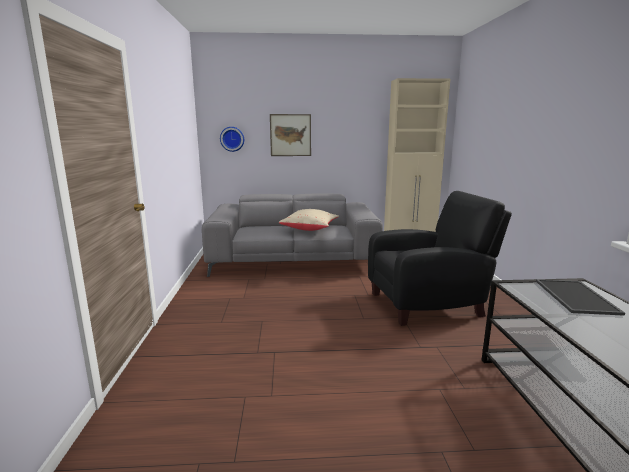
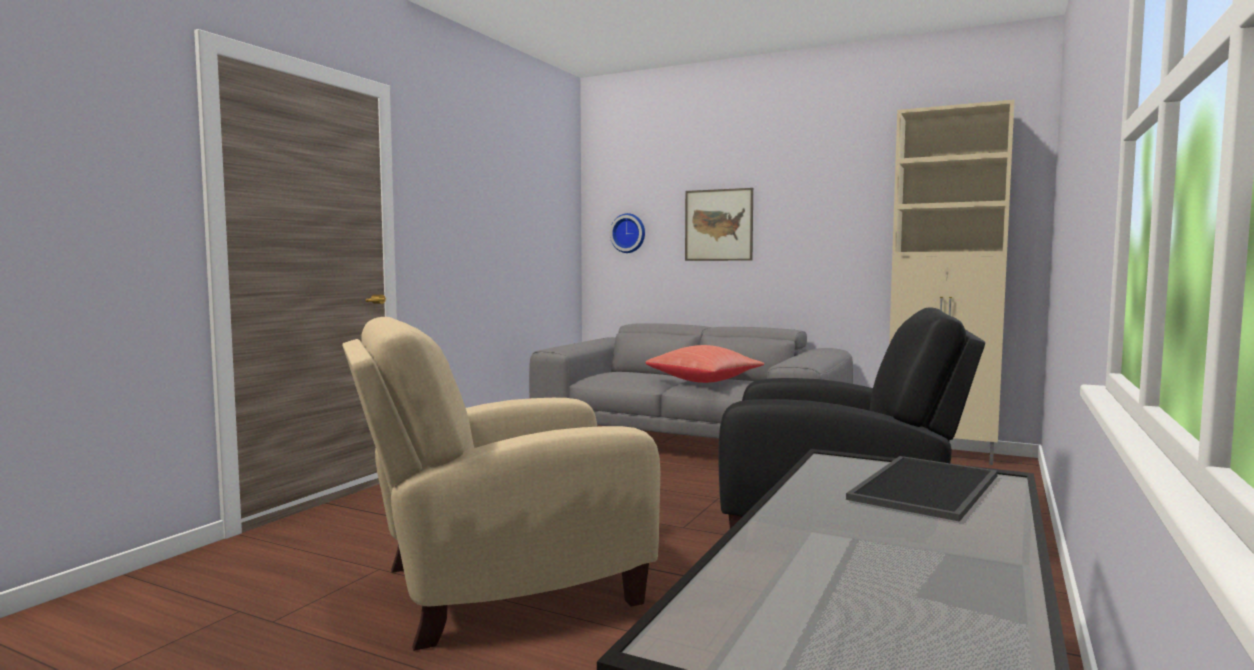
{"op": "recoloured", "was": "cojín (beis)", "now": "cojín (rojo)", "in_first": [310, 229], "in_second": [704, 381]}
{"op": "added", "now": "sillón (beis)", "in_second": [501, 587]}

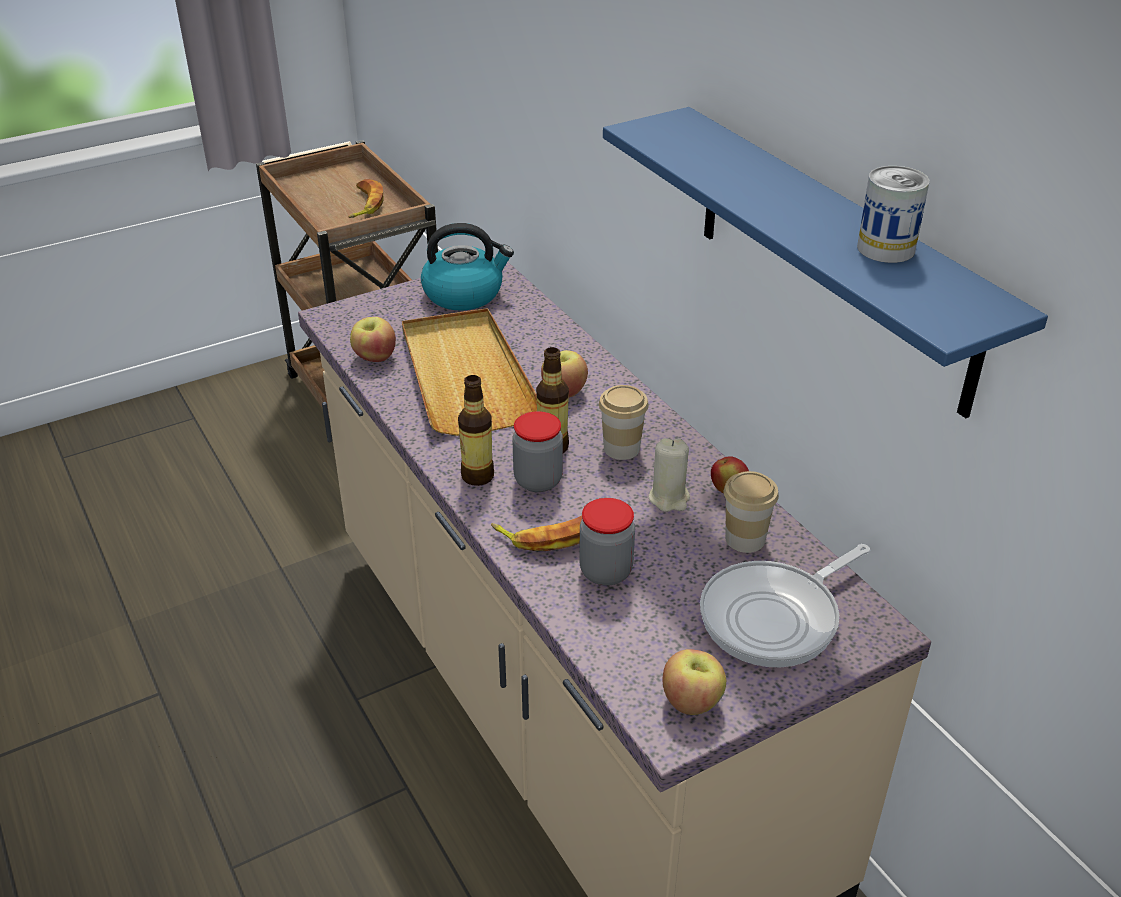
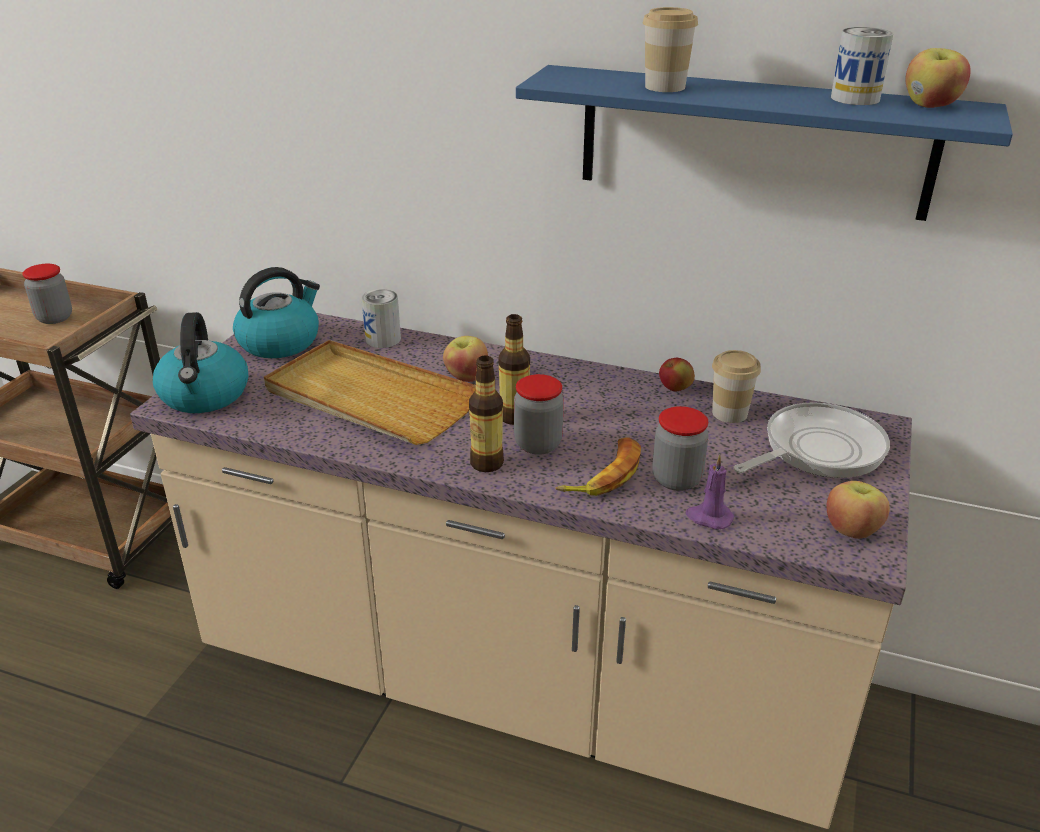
{"op": "replaced", "was": "plátano", "now": "tarro", "in_first": [364, 204], "in_second": [54, 318]}
{"op": "moved", "was": "manzana", "in_first": [374, 357], "in_second": [930, 105]}
{"op": "moved", "was": "taza", "in_first": [621, 448], "in_second": [665, 87]}
{"op": "removed", "was": "vela (beis)", "in_first": [669, 498]}
{"op": "turned", "was": "sartén", "in_first": [775, 617], "in_second": [817, 450], "clockwise": -135}
{"op": "added", "now": "hervidor", "in_second": [205, 395]}
{"op": "added", "now": "lata", "in_second": [383, 339]}
{"op": "added", "now": "vela (morado)", "in_second": [708, 517]}

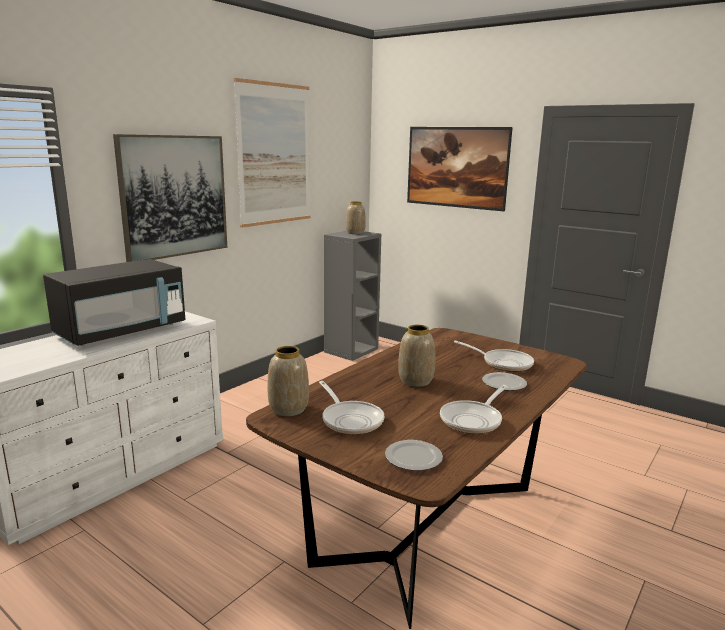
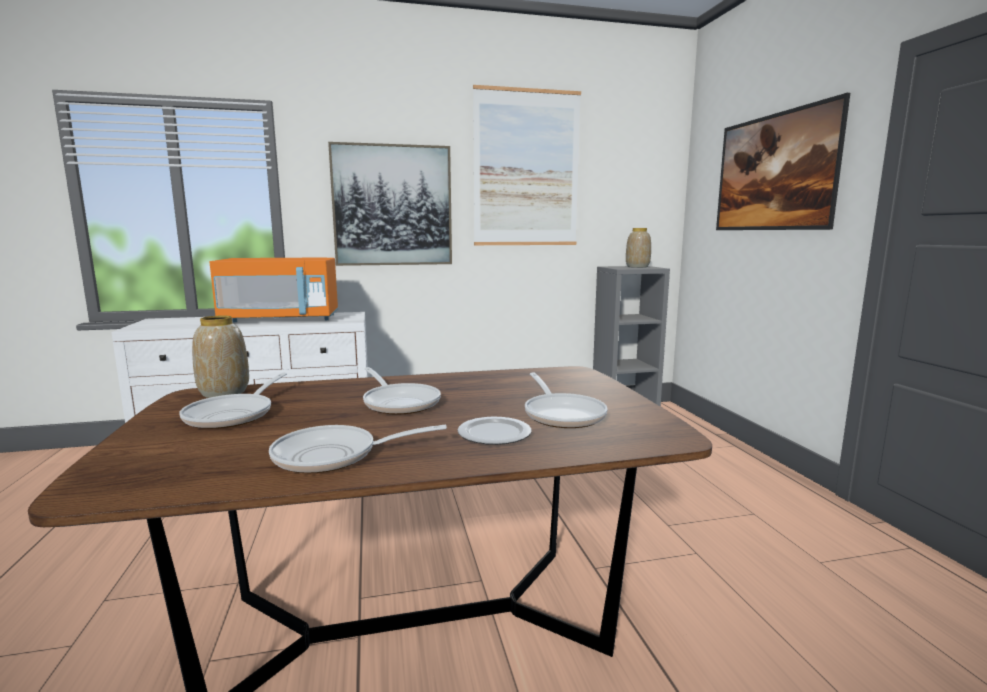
{"op": "recoloured", "was": "microondas (negro)", "now": "microondas (naranja)", "in_first": [122, 332], "in_second": [281, 319]}
{"op": "removed", "was": "plato", "in_first": [412, 457]}
{"op": "replaced", "was": "florero", "now": "sartén", "in_first": [415, 381], "in_second": [399, 403]}

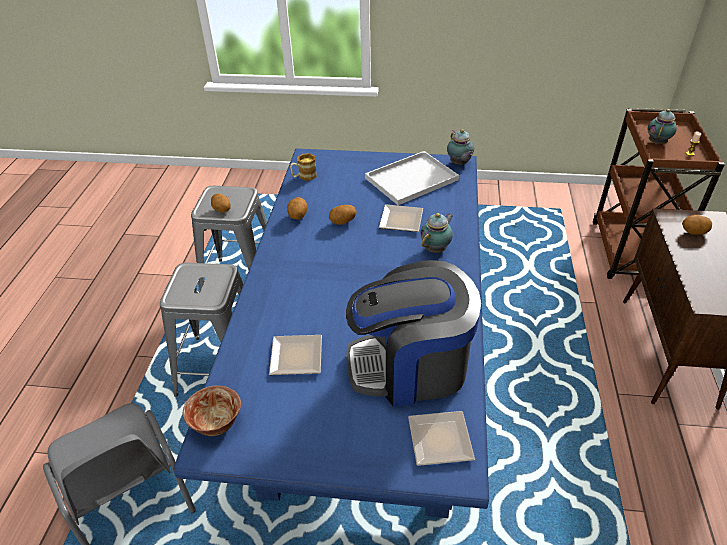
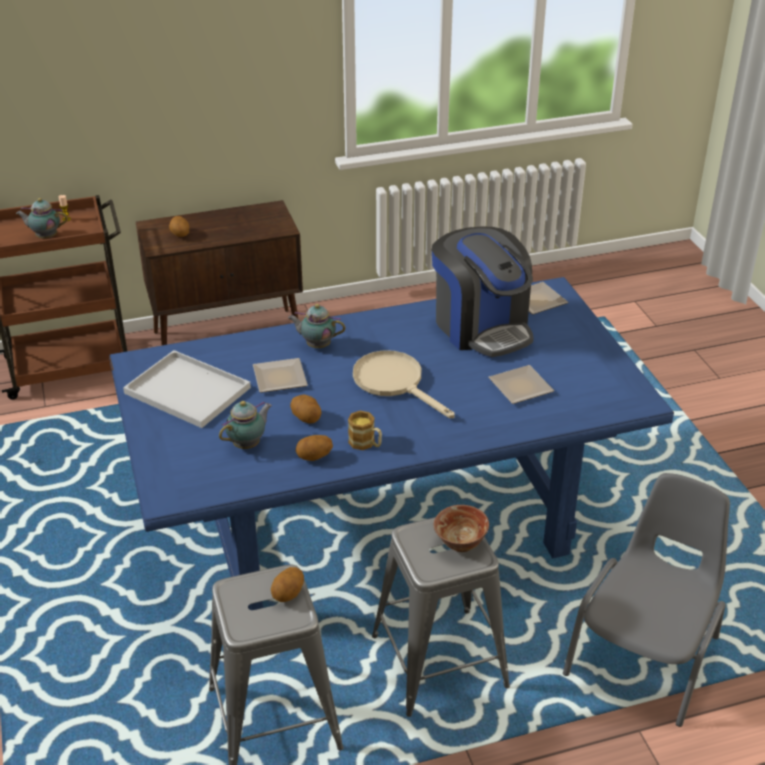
{"op": "moved", "was": "cuenco", "in_first": [216, 424], "in_second": [460, 543]}
{"op": "moved", "was": "taza grande", "in_first": [304, 176], "in_second": [366, 444]}
{"op": "moved", "was": "tetera", "in_first": [459, 164], "in_second": [248, 444]}
{"op": "added", "now": "sartén (beis)", "in_second": [395, 382]}

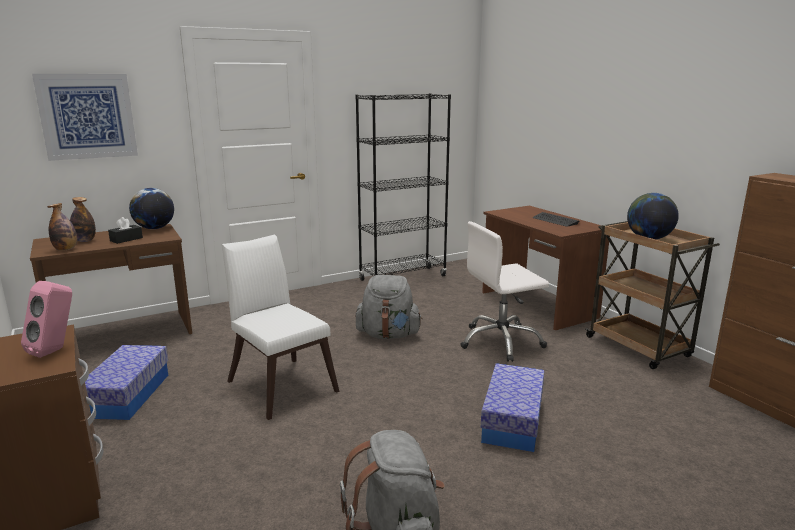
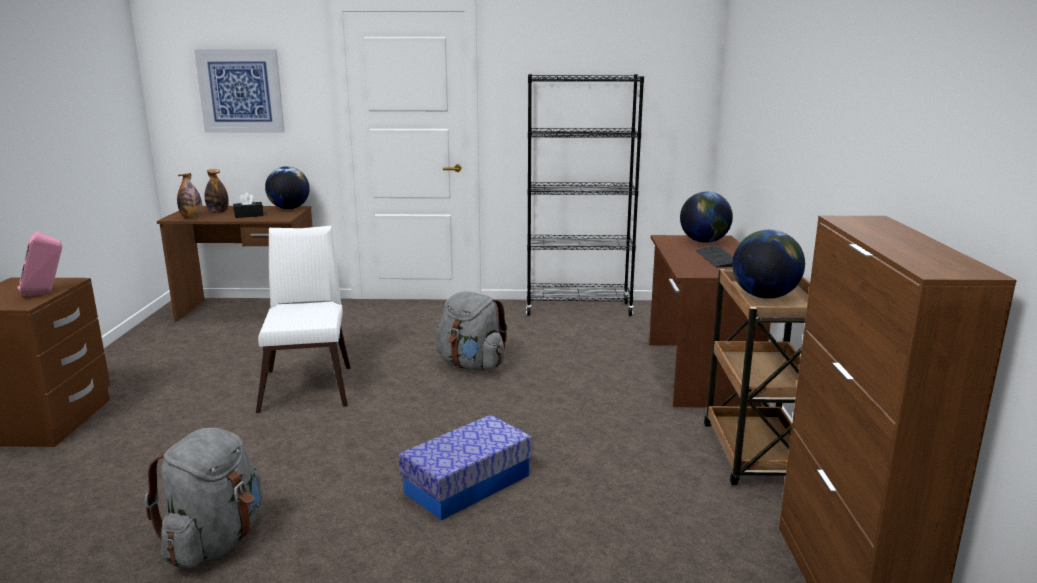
{"op": "removed", "was": "caja de almacenaje", "in_first": [128, 395]}
{"op": "removed", "was": "silla de oficina (blanco)", "in_first": [501, 342]}
{"op": "added", "now": "globo terráqueo", "in_second": [704, 241]}

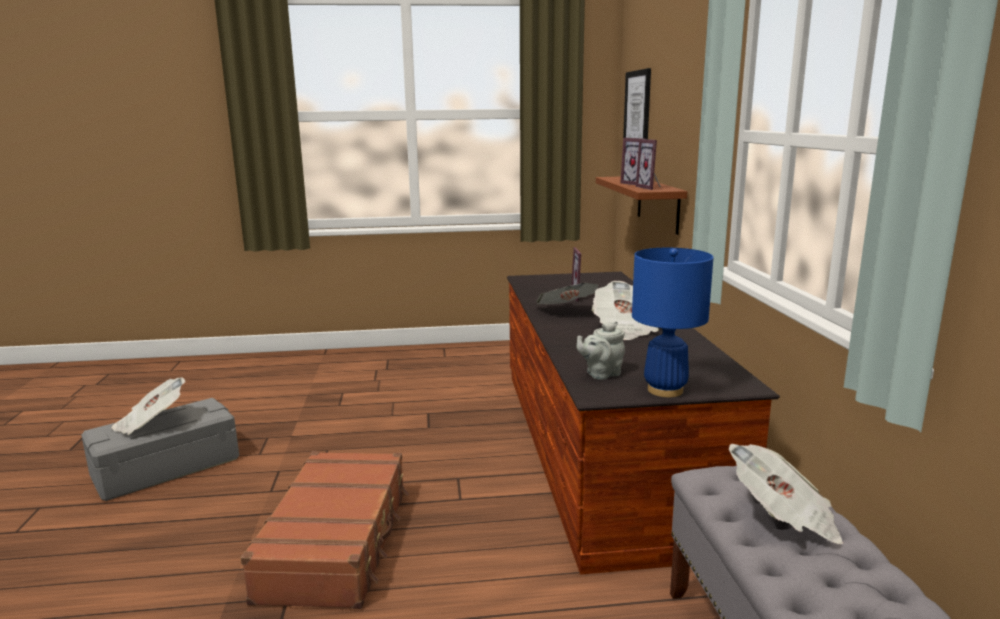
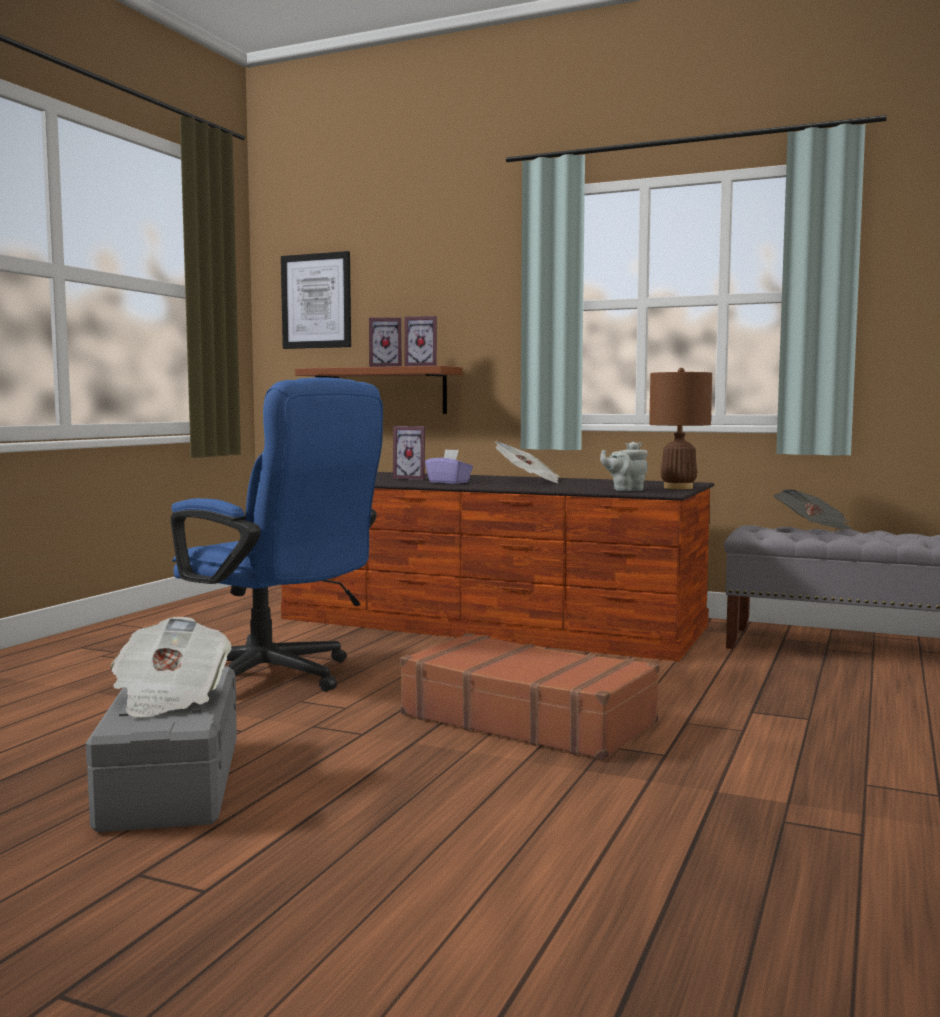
{"op": "replaced", "was": "periódico", "now": "caja de pañuelos (morado)", "in_first": [566, 311], "in_second": [449, 482]}
{"op": "turned", "was": "tetera (gris)", "in_first": [601, 374], "in_second": [625, 490], "clockwise": 75}
{"op": "recoloured", "was": "lámpara de mesa (azul)", "now": "lámpara de mesa (marrón)", "in_first": [665, 390], "in_second": [678, 488]}
{"op": "added", "now": "silla de oficina (azul)", "in_second": [276, 678]}

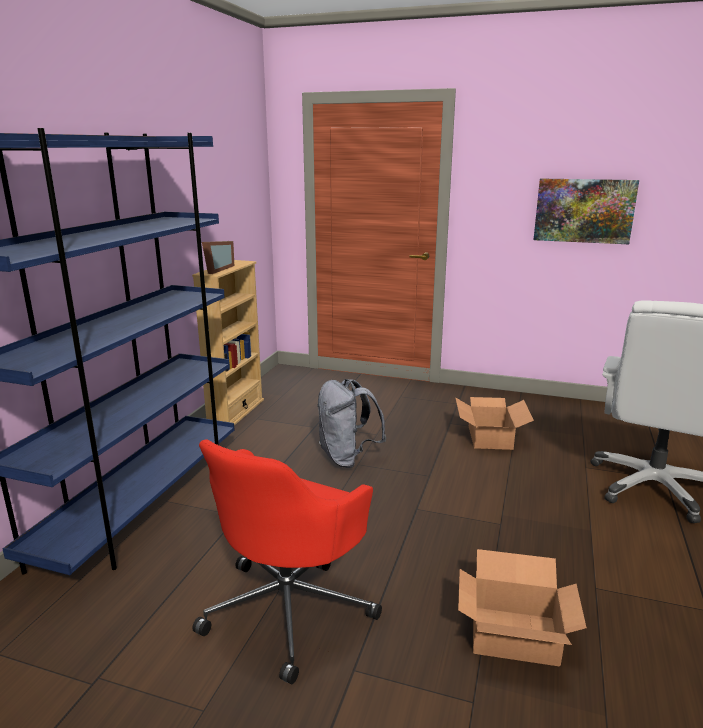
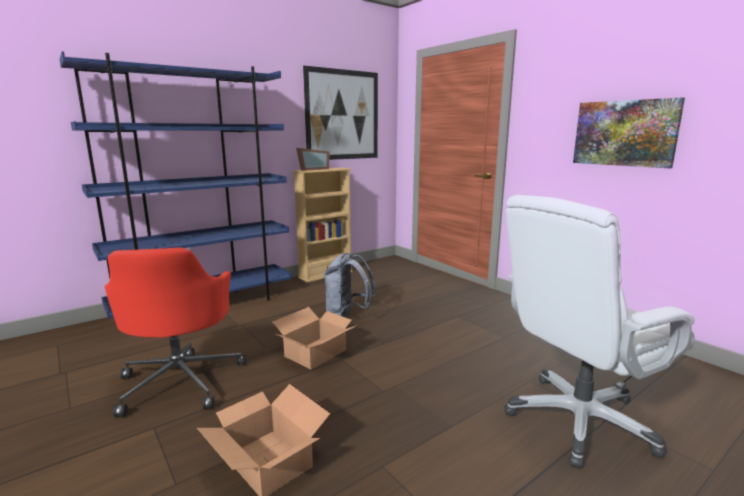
{"op": "turned", "was": "silla de oficina (rojo)", "in_first": [290, 608], "in_second": [181, 381], "clockwise": -75}
{"op": "moved", "was": "caja de cartón", "in_first": [489, 438], "in_second": [314, 353]}
{"op": "added", "now": "cuadro", "in_second": [343, 115]}

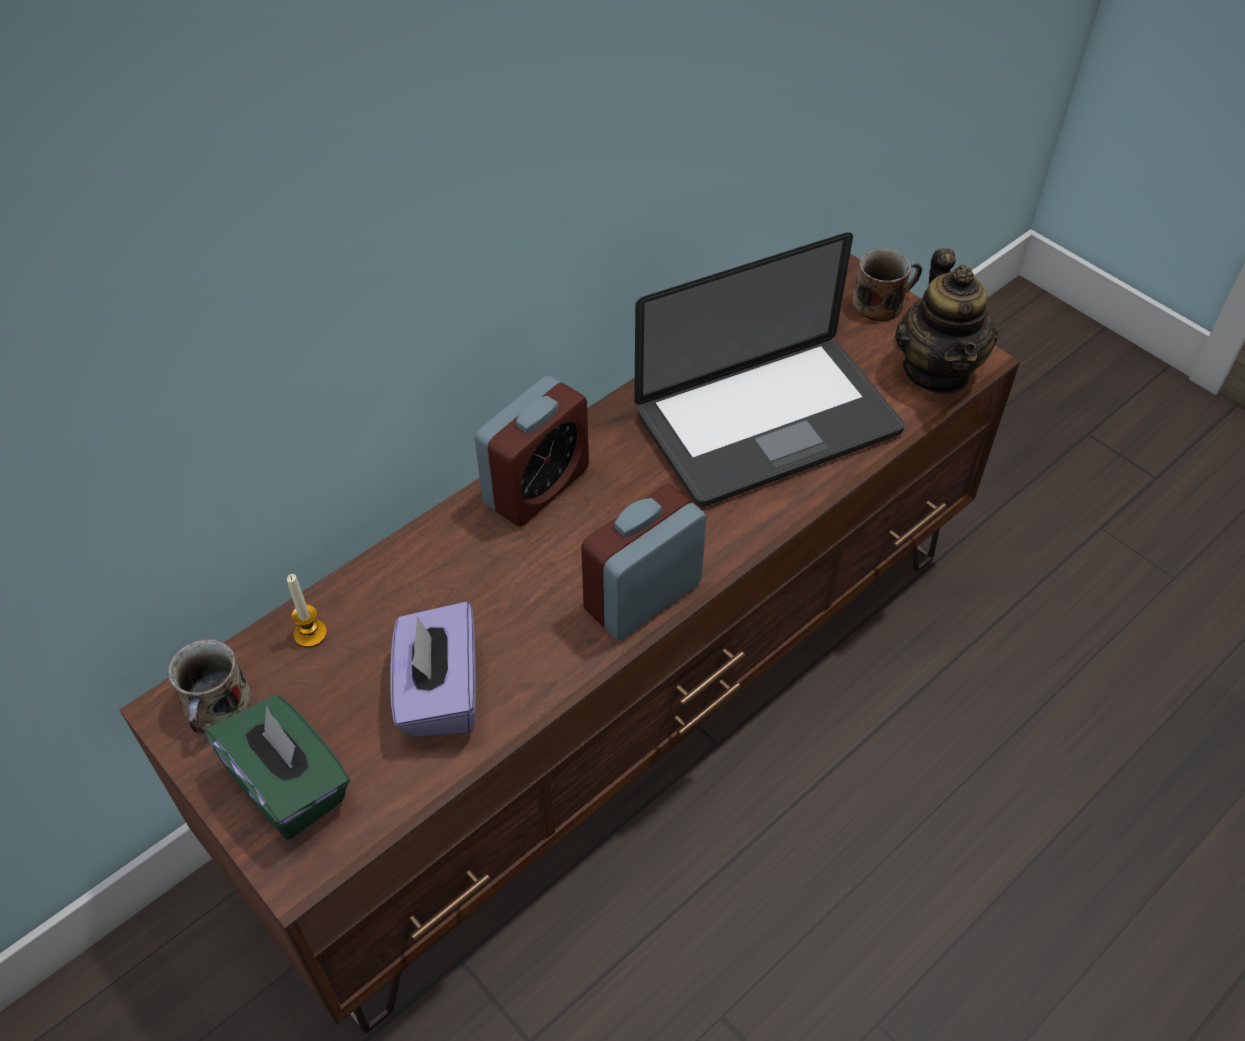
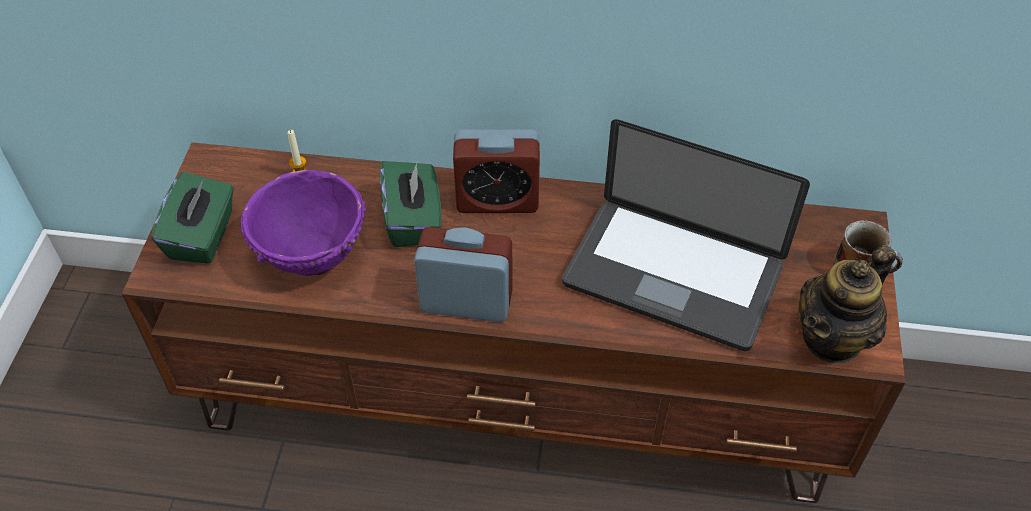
{"op": "removed", "was": "taza grande", "in_first": [217, 706]}
{"op": "replaced", "was": "caja de pañuelos (morado)", "now": "cuenco (morado)", "in_first": [439, 693], "in_second": [312, 256]}
{"op": "added", "now": "caja de pañuelos (verde)", "in_second": [413, 220]}

